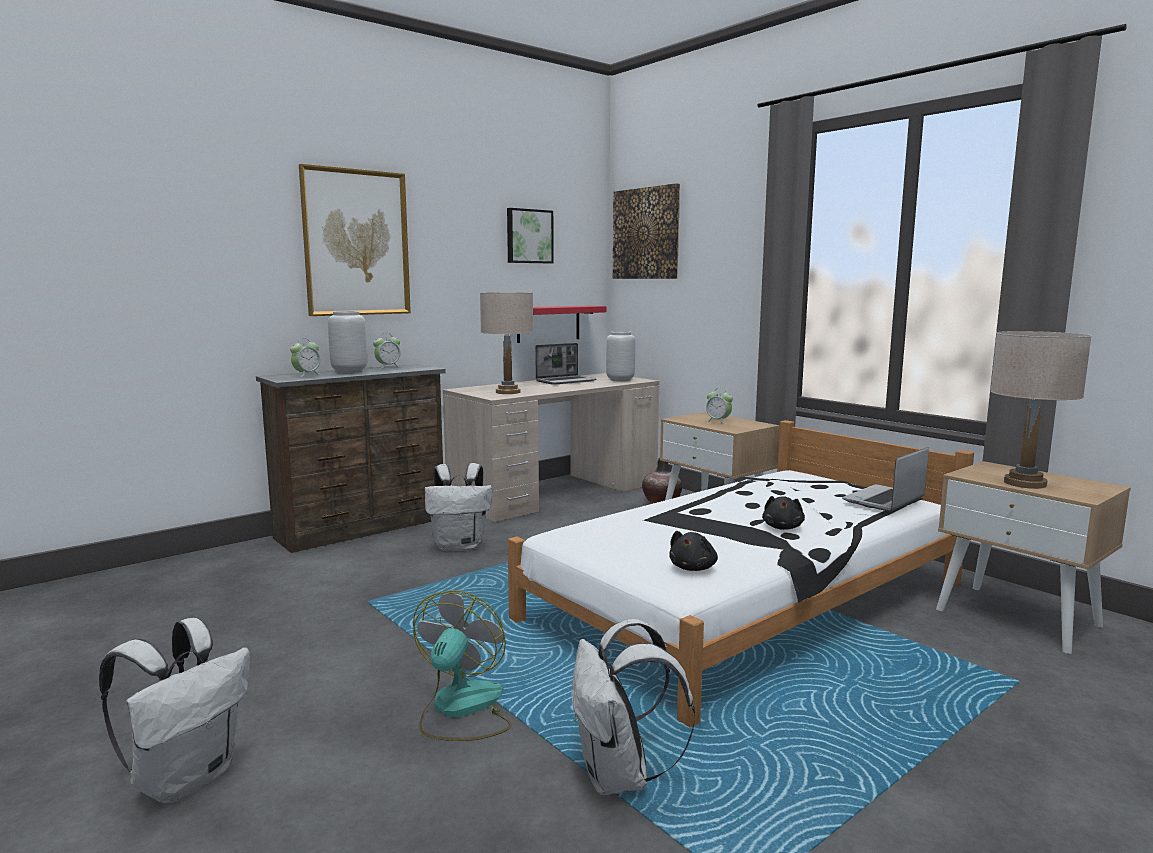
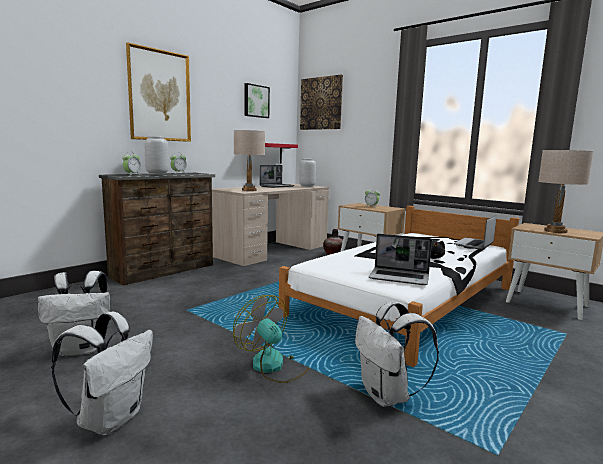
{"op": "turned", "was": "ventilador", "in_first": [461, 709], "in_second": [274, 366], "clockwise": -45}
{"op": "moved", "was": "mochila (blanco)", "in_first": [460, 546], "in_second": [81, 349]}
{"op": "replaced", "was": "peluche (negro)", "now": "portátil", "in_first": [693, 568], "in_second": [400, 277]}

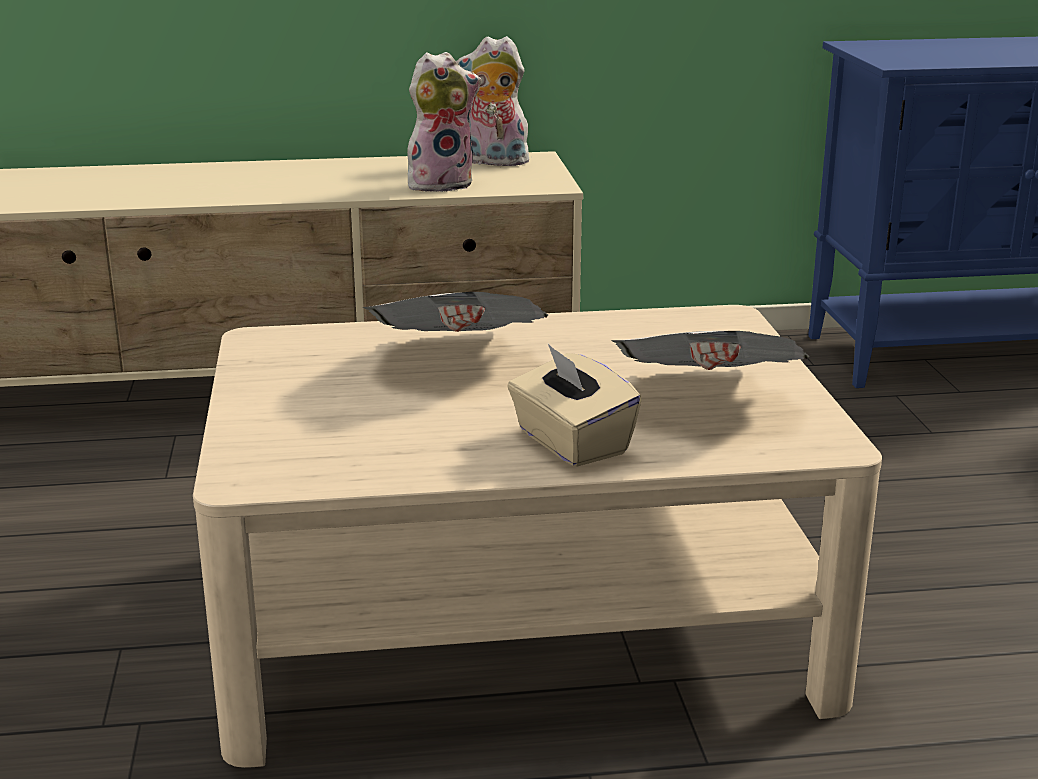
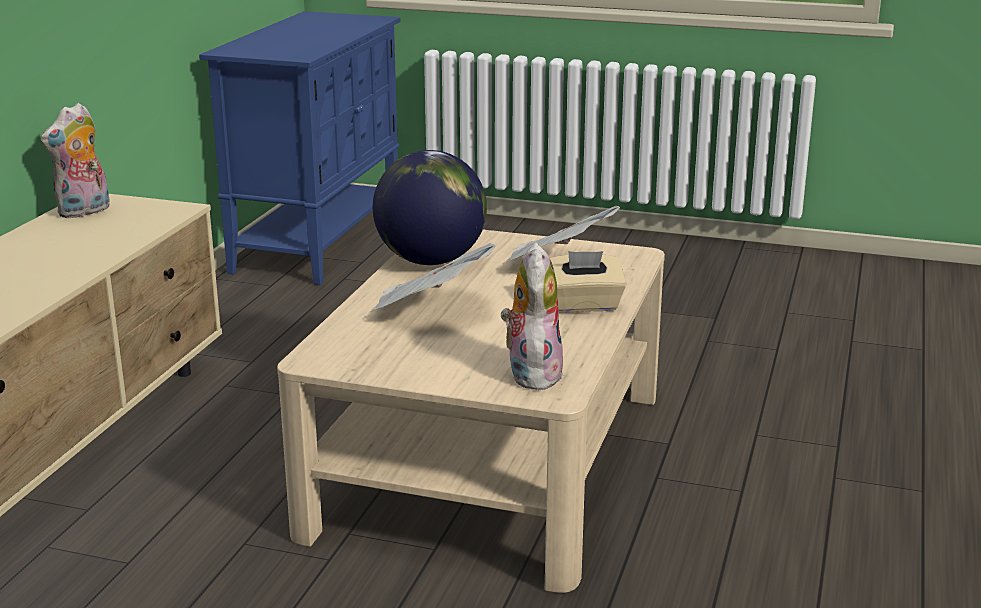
{"op": "moved", "was": "peluche", "in_first": [441, 184], "in_second": [531, 373]}
{"op": "added", "now": "globo terráqueo", "in_second": [430, 261]}

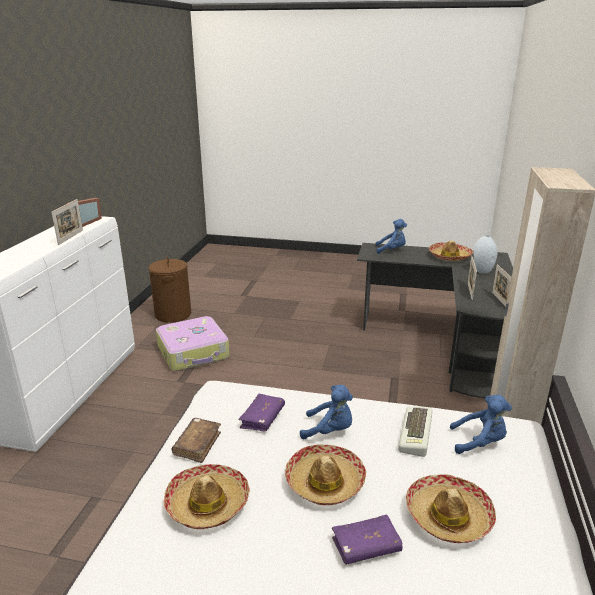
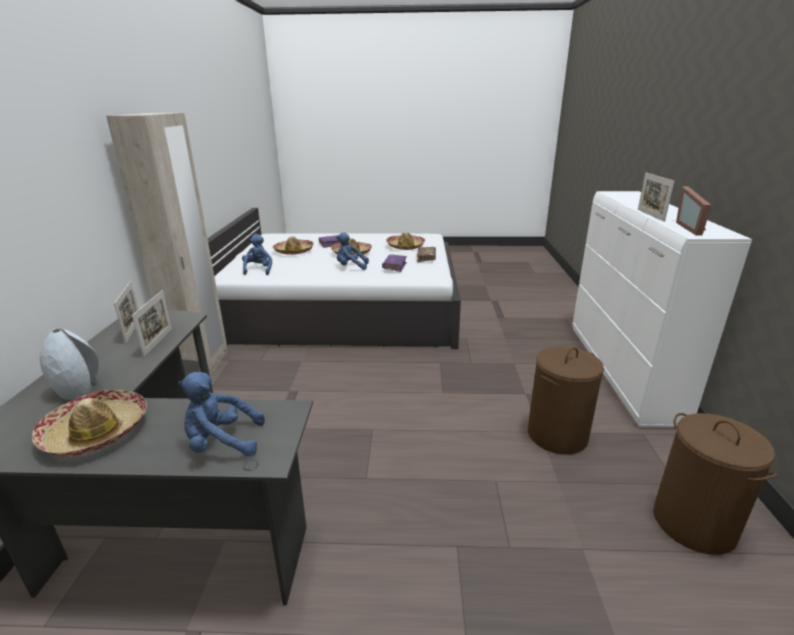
{"op": "replaced", "was": "maleta", "now": "cesto de la ropa (marrón)", "in_first": [194, 352], "in_second": [557, 435]}
{"op": "removed", "was": "teclado", "in_first": [417, 435]}
{"op": "turned", "was": "peluche (azul)", "in_first": [479, 442], "in_second": [258, 270], "clockwise": 90}

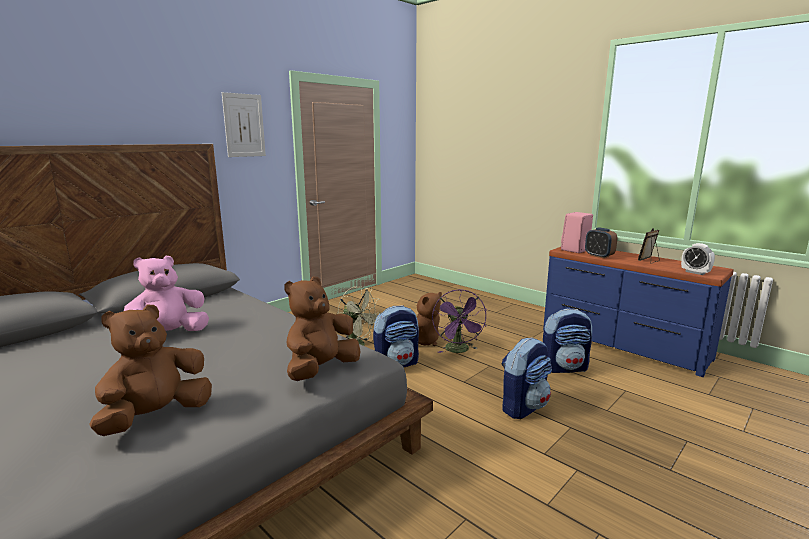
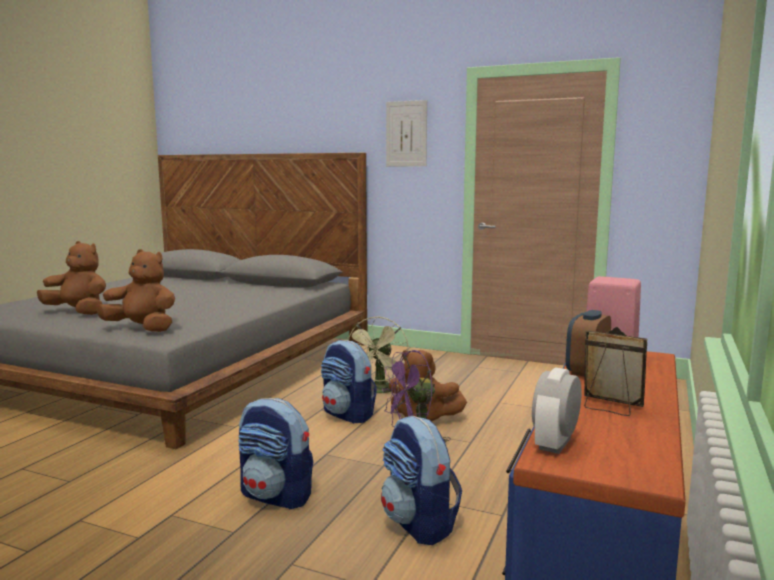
{"op": "removed", "was": "peluche (rosa)", "in_first": [168, 335]}

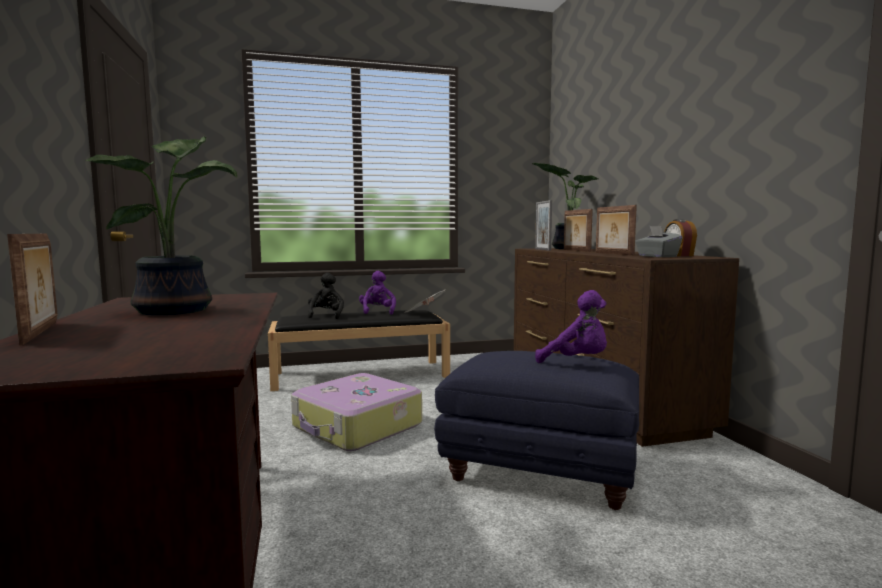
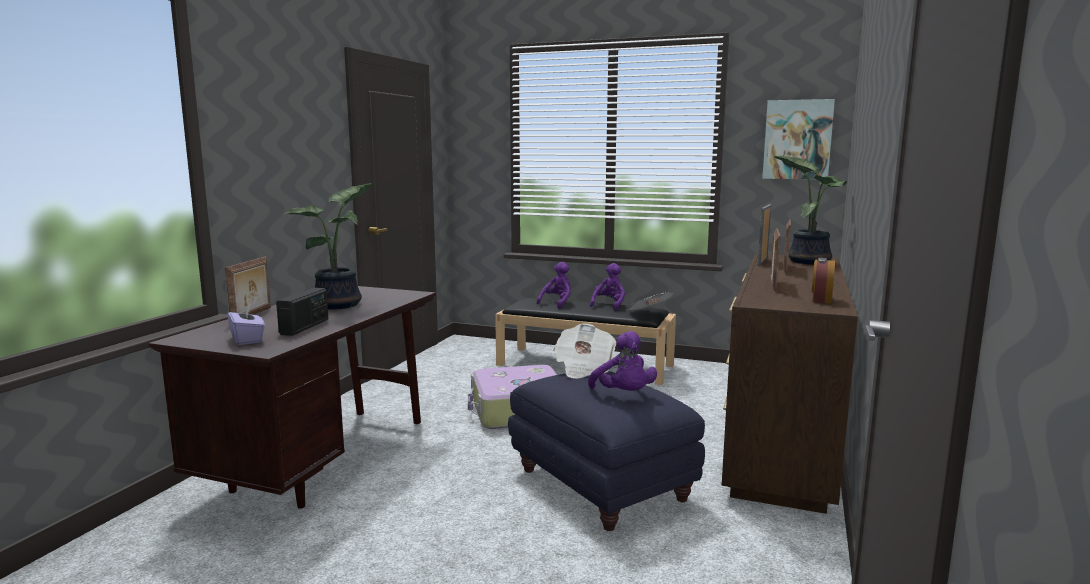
{"op": "recoloured", "was": "peluche (negro)", "now": "peluche (morado)", "in_first": [326, 316], "in_second": [557, 303]}
{"op": "removed", "was": "caja de pañuelos (gris)", "in_first": [657, 256]}
{"op": "added", "now": "caja de pañuelos (morado)", "in_second": [247, 339]}
{"op": "added", "now": "radio", "in_second": [305, 327]}
{"op": "added", "now": "periódico", "in_second": [583, 368]}
{"op": "added", "now": "cuadro", "in_second": [797, 139]}

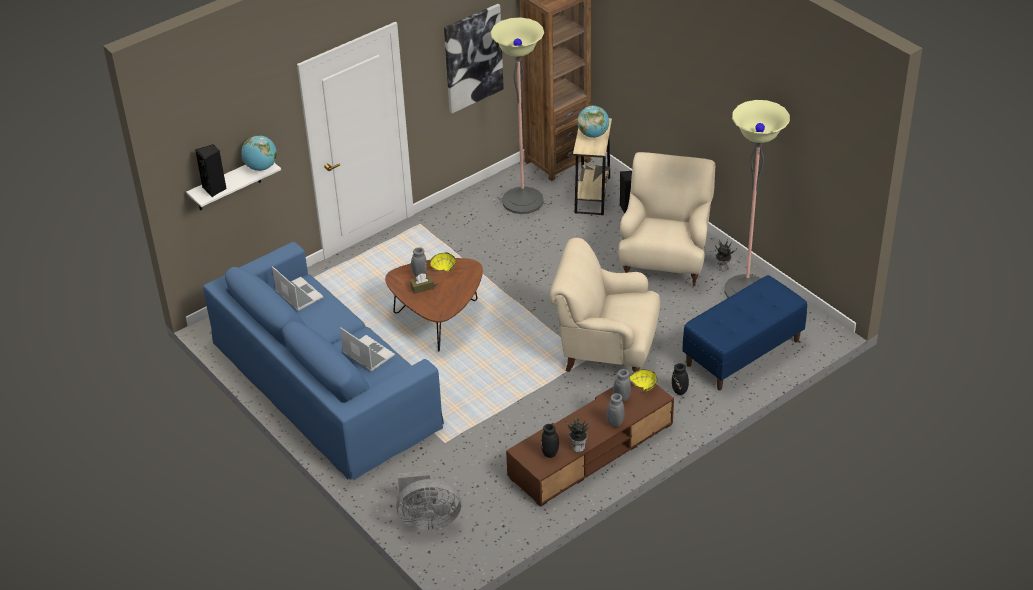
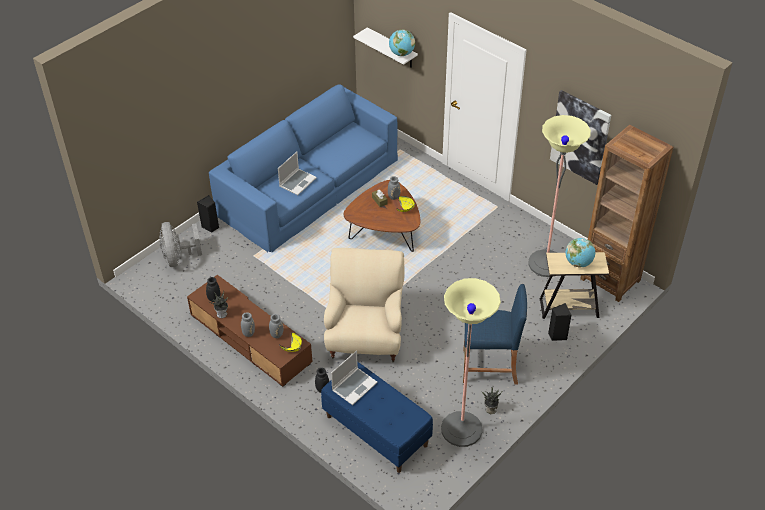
{"op": "moved", "was": "altavoz (negro)", "in_first": [215, 189], "in_second": [211, 227]}
{"op": "moved", "was": "portátil", "in_first": [298, 295], "in_second": [354, 386]}
{"op": "replaced", "was": "sillón (beis)", "now": "taburete (azul)", "in_first": [665, 260], "in_second": [490, 367]}

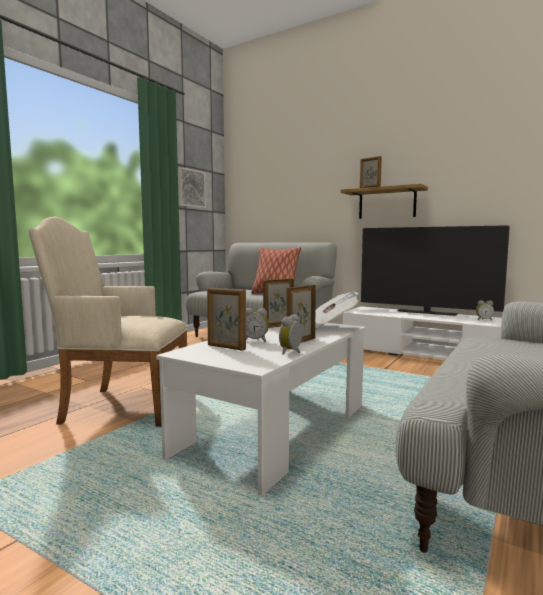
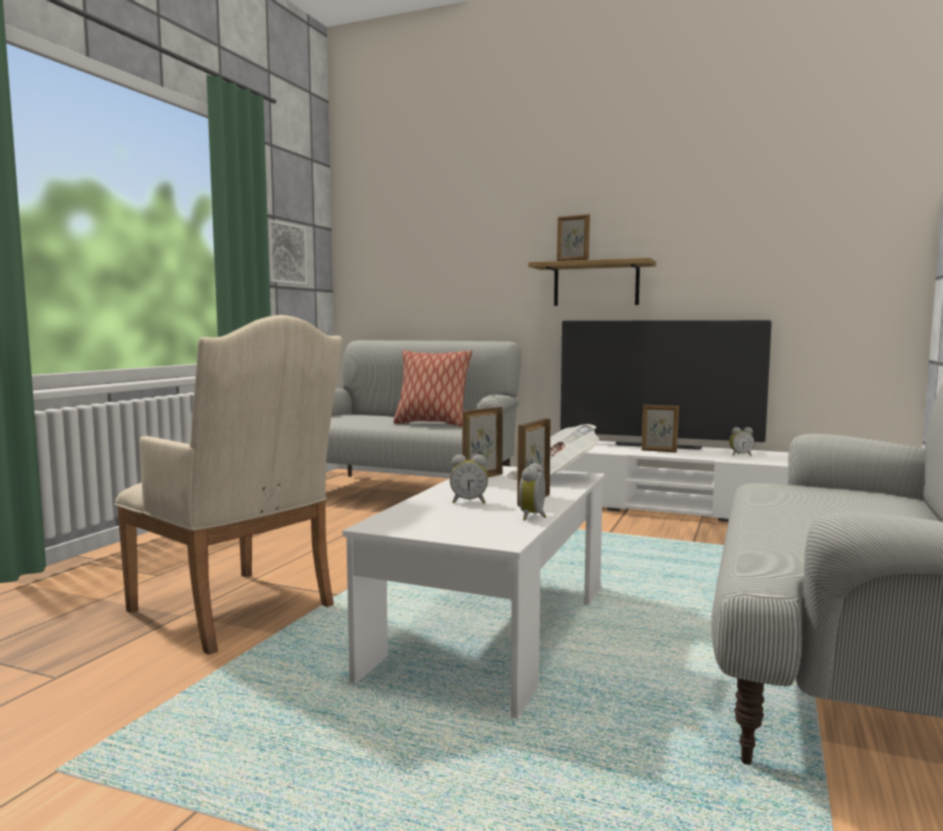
{"op": "turned", "was": "sillón (beis)", "in_first": [120, 406], "in_second": [238, 612], "clockwise": -135}
{"op": "moved", "was": "portarretratos", "in_first": [226, 347], "in_second": [659, 451]}

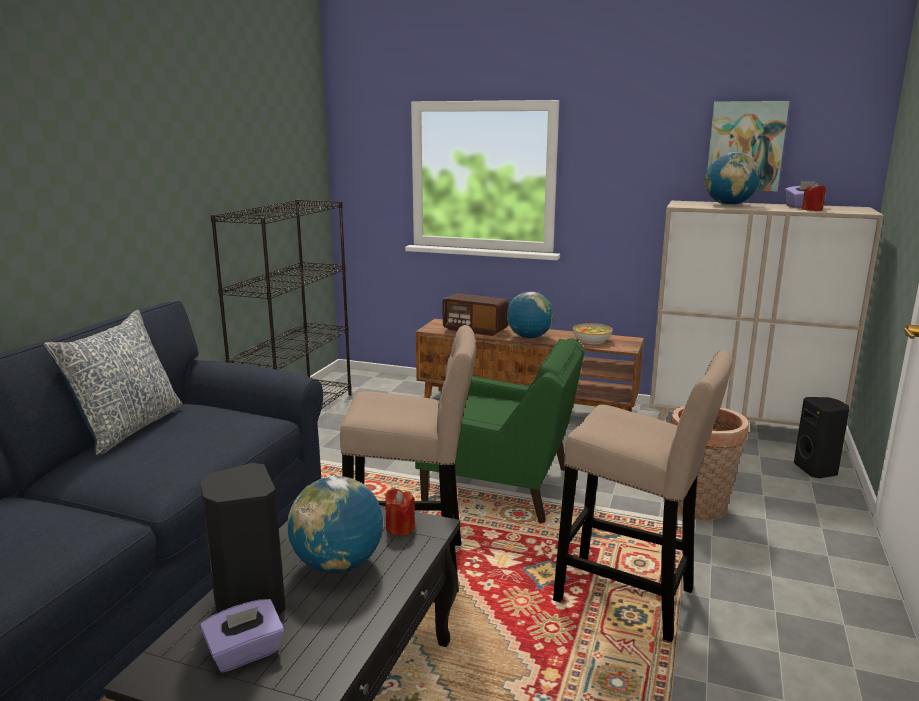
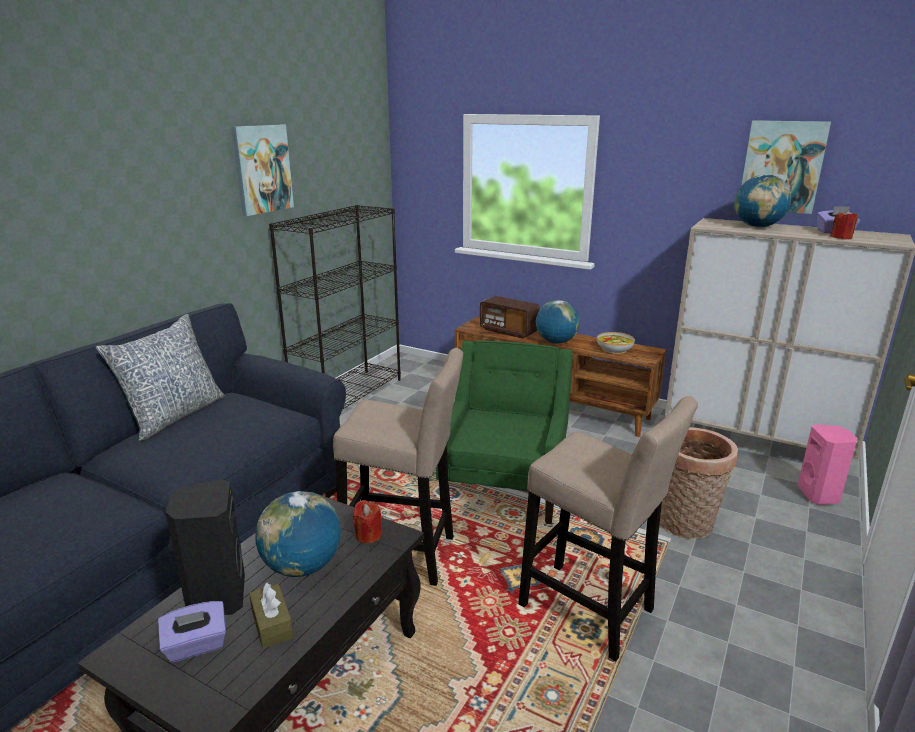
{"op": "turned", "was": "sillón (verde)", "in_first": [500, 486], "in_second": [505, 483], "clockwise": -105}
{"op": "recoloured", "was": "altavoz (negro)", "now": "altavoz (rosa)", "in_first": [817, 470], "in_second": [820, 495]}
{"op": "added", "now": "cuadro", "in_second": [262, 169]}
{"op": "added", "now": "caja de pañuelos (marrón)", "in_second": [272, 624]}

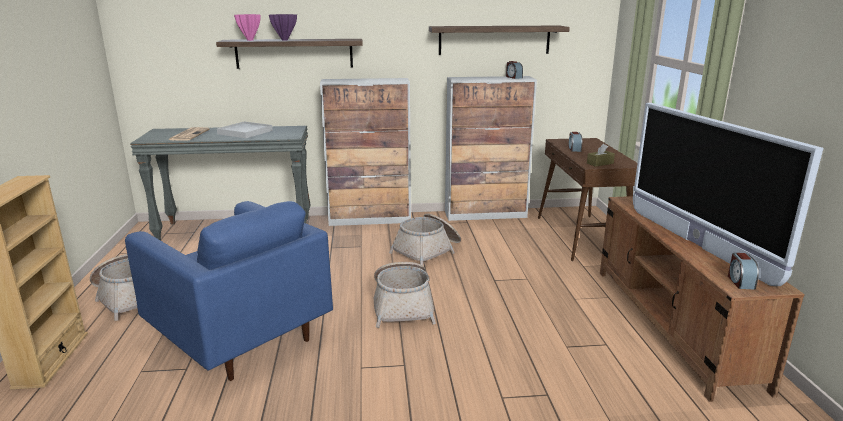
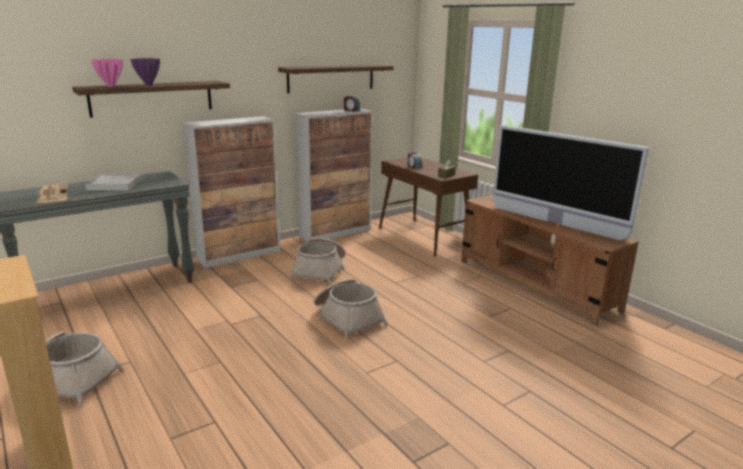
{"op": "removed", "was": "sillón (azul)", "in_first": [238, 336]}
{"op": "removed", "was": "despertador", "in_first": [740, 282]}

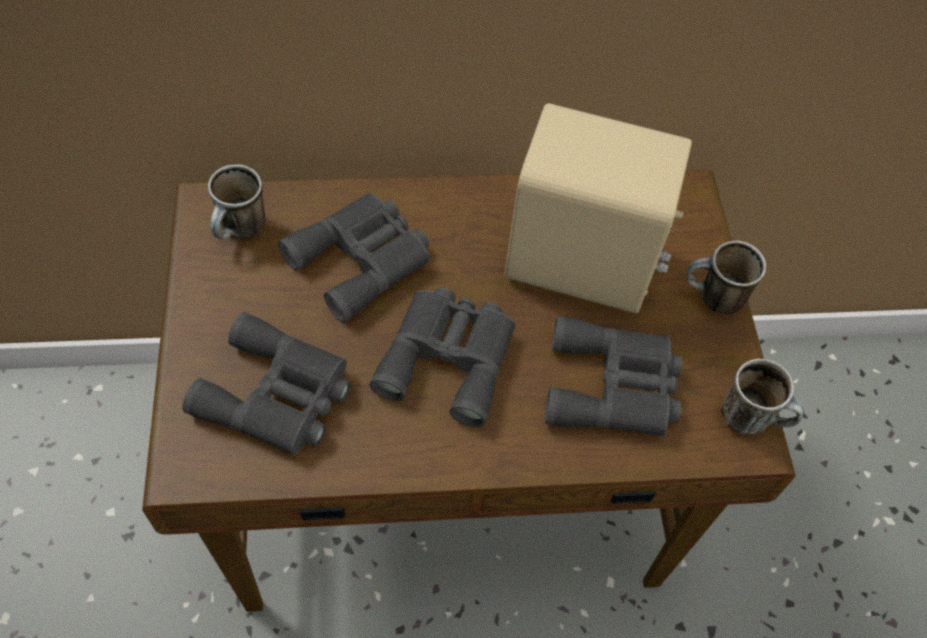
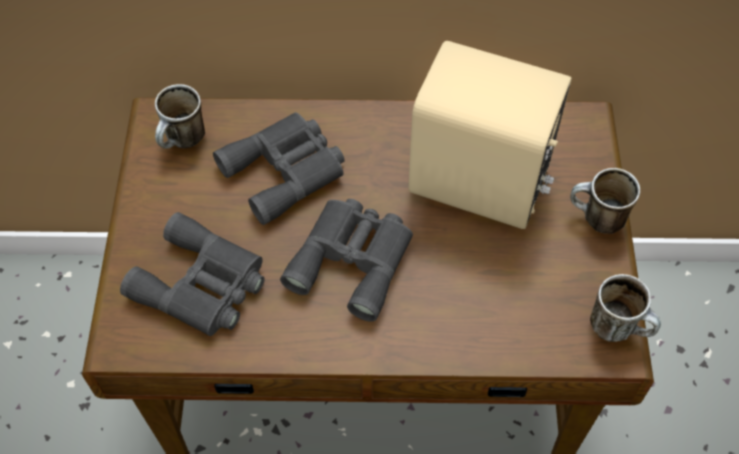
{"op": "removed", "was": "prismáticos (gris)", "in_first": [615, 387]}

